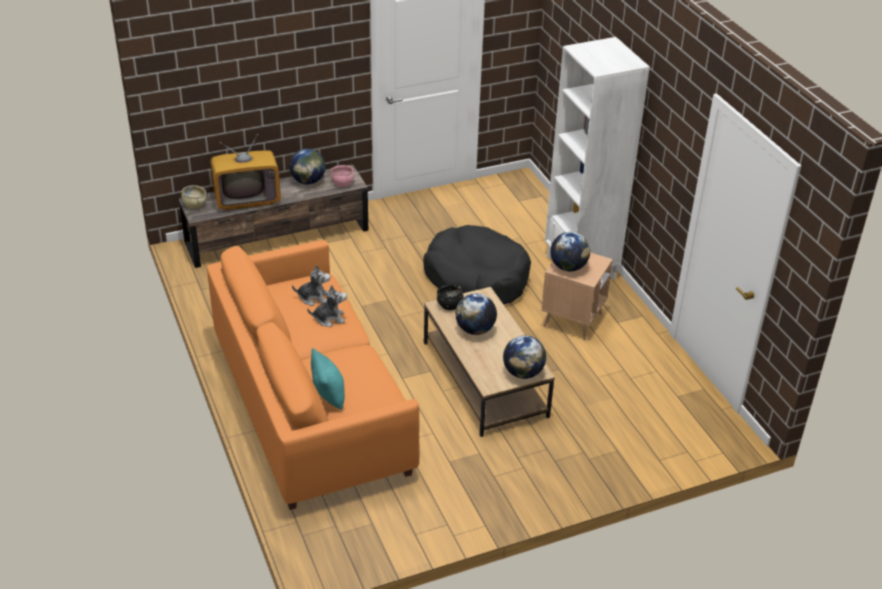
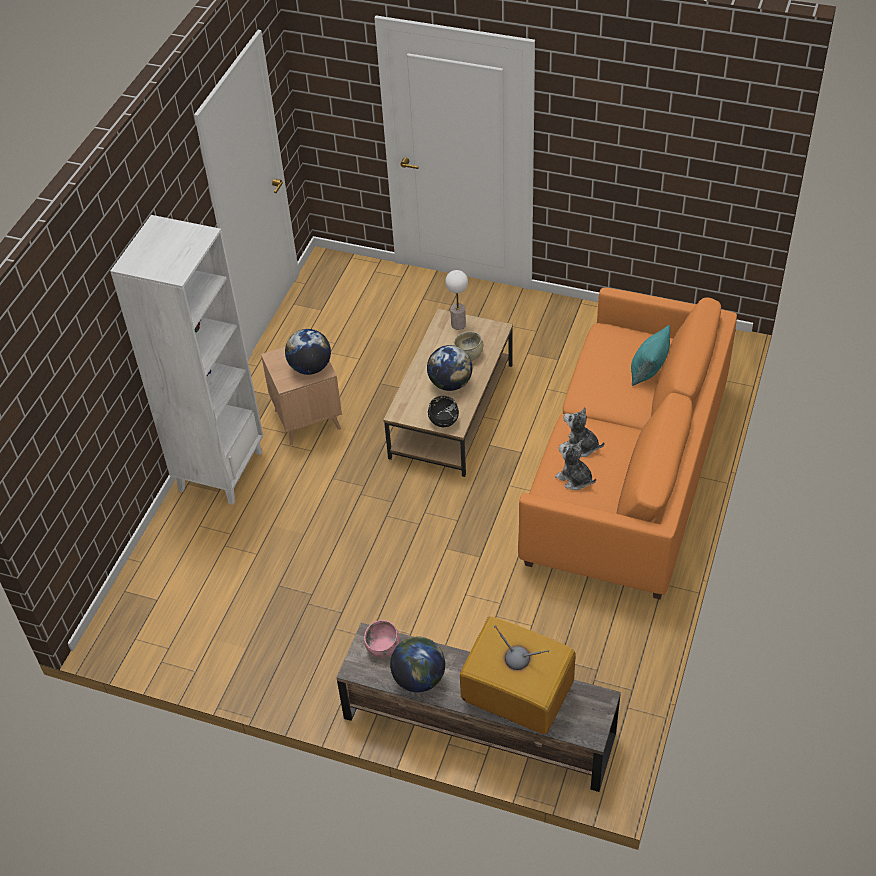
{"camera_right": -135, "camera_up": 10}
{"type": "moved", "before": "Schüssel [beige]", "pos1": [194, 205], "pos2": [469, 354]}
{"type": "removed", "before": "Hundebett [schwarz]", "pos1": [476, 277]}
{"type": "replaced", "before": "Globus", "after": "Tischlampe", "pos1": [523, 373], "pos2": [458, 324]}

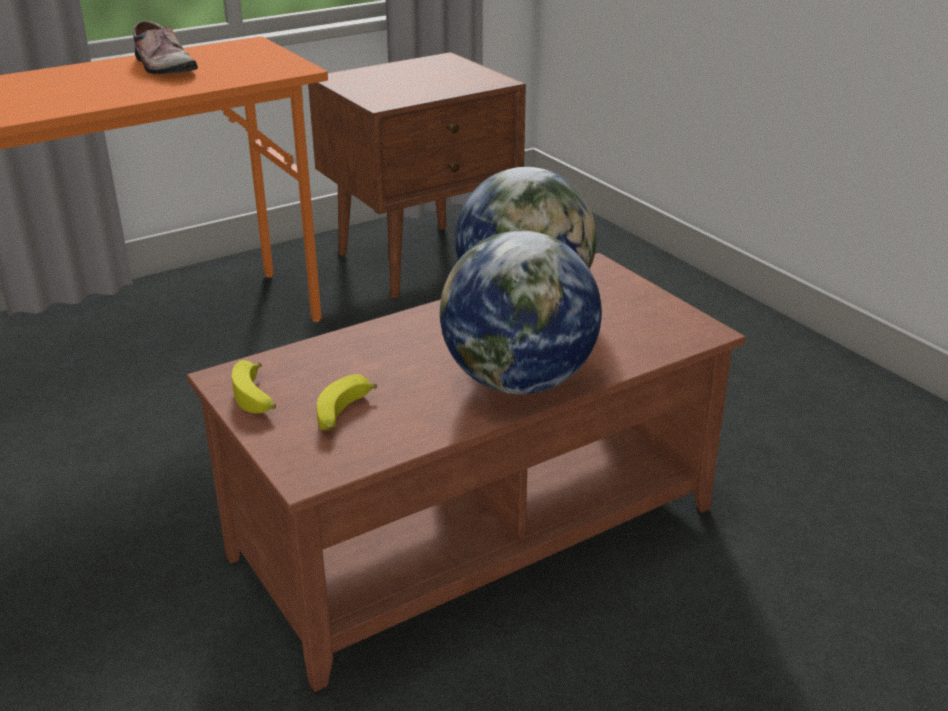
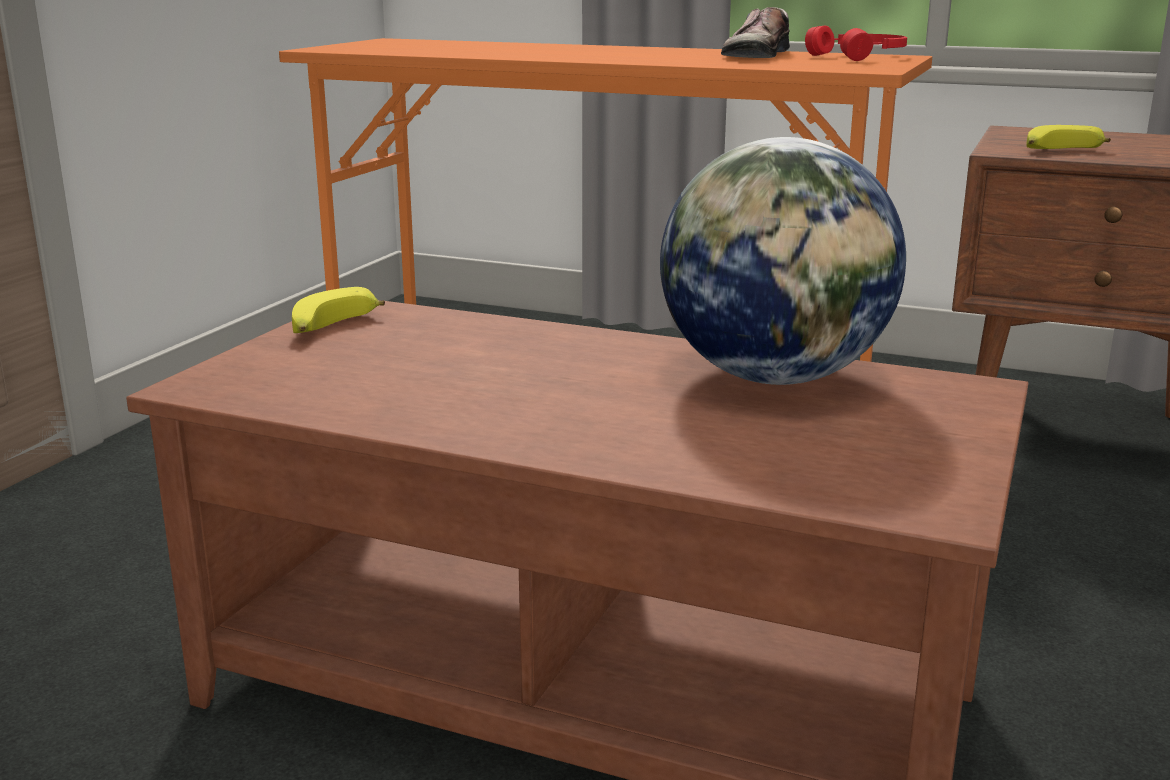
{"camera_right": 55, "camera_up": -10}
{"type": "removed", "before": "Globus", "pos1": [518, 382]}
{"type": "moved", "before": "Banane", "pos1": [343, 414], "pos2": [1061, 151]}
{"type": "added", "after": "Kopfhörer [rot]", "pos2": [861, 57]}

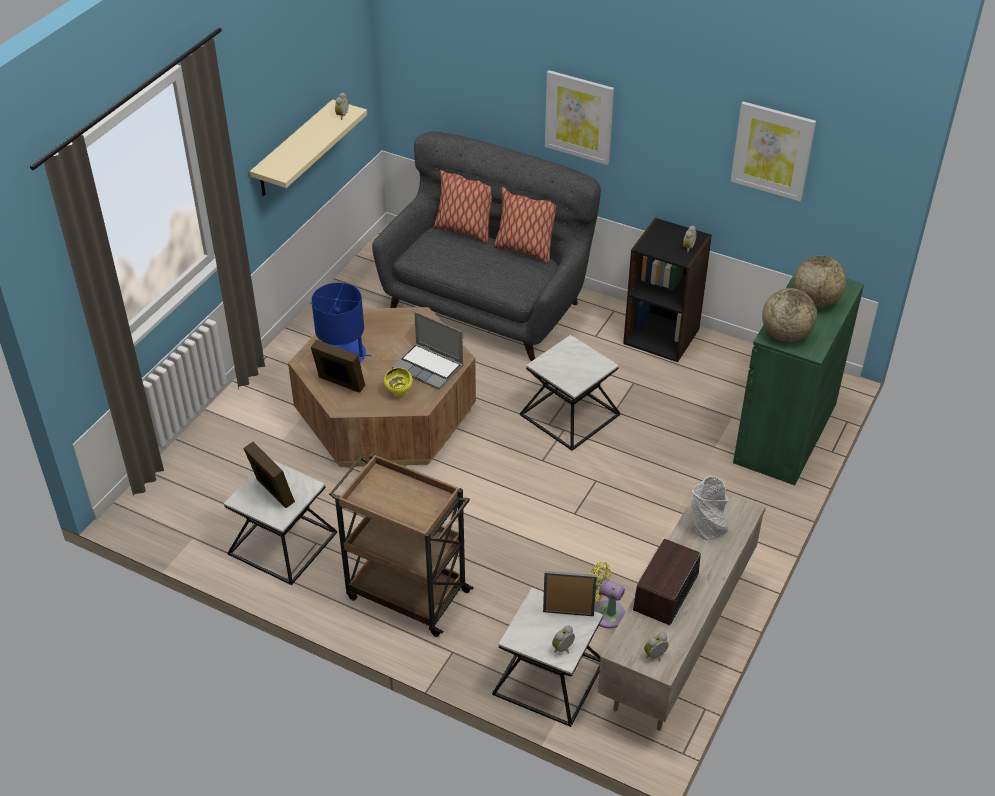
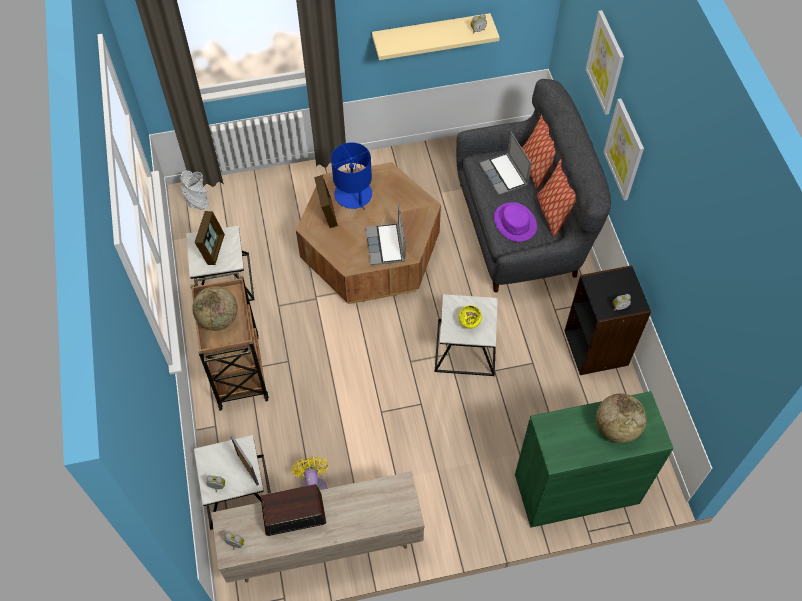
{"camera_right": 50, "camera_up": 15}
{"type": "moved", "before": "Bild", "pos1": [772, 150], "pos2": [605, 63]}
{"type": "moved", "before": "Globus", "pos1": [785, 335], "pos2": [218, 319]}
{"type": "moved", "before": "Schüssel [gelb]", "pos1": [399, 393], "pos2": [469, 324]}
{"type": "moved", "before": "Vase [grau]", "pos1": [706, 527], "pos2": [197, 201]}
{"type": "added", "after": "Laptop", "pos2": [504, 175]}
{"type": "added", "after": "Hut [lila]", "pos2": [515, 222]}

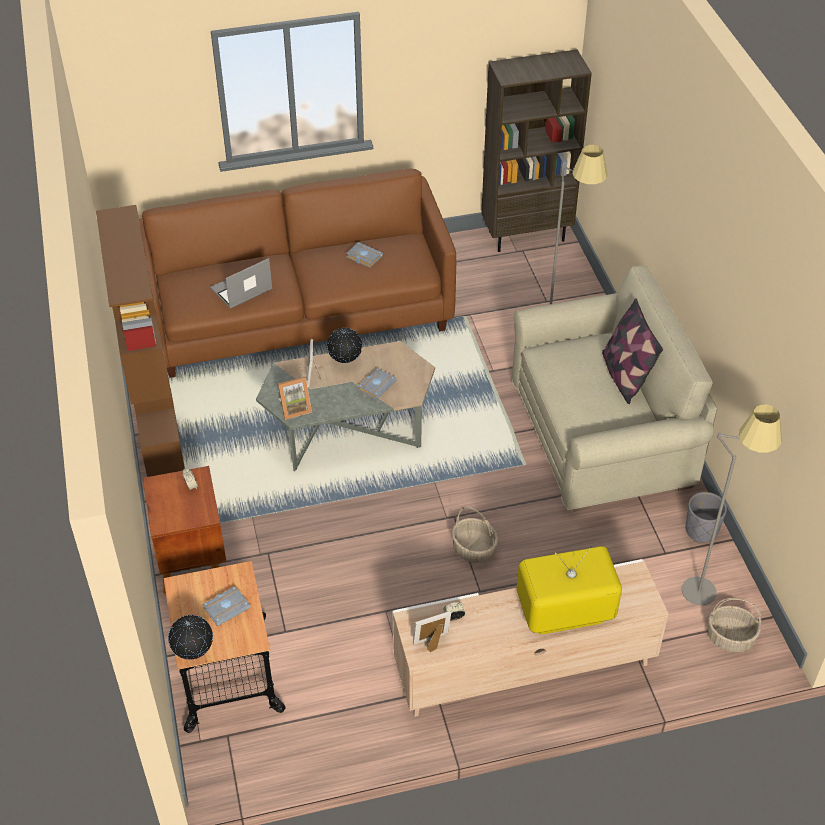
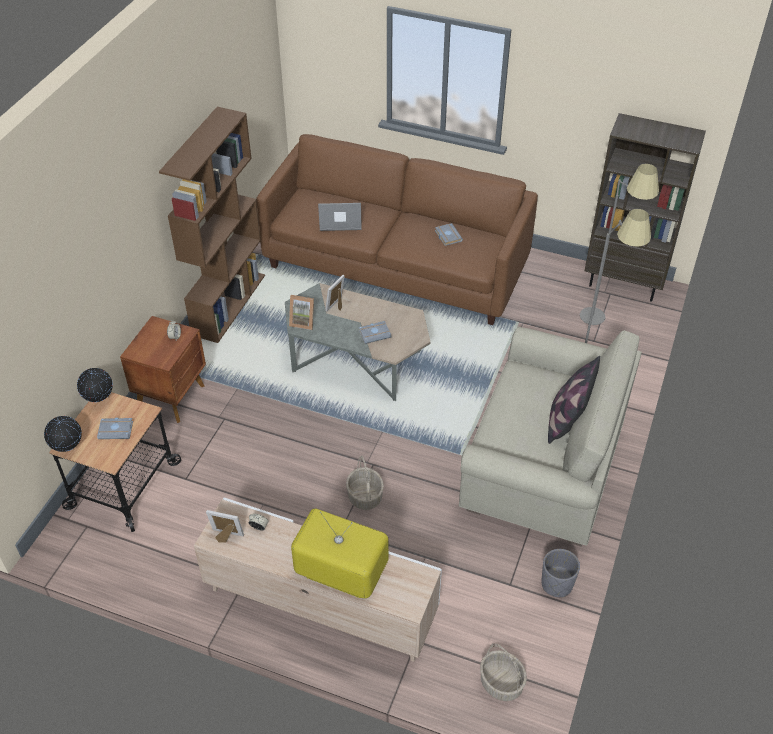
{"camera_right": 35, "camera_up": 0}
{"type": "moved", "before": "Globus", "pos1": [345, 361], "pos2": [99, 399]}
{"type": "moved", "before": "Stehlampe [grau]", "pos1": [709, 582], "pos2": [604, 315]}

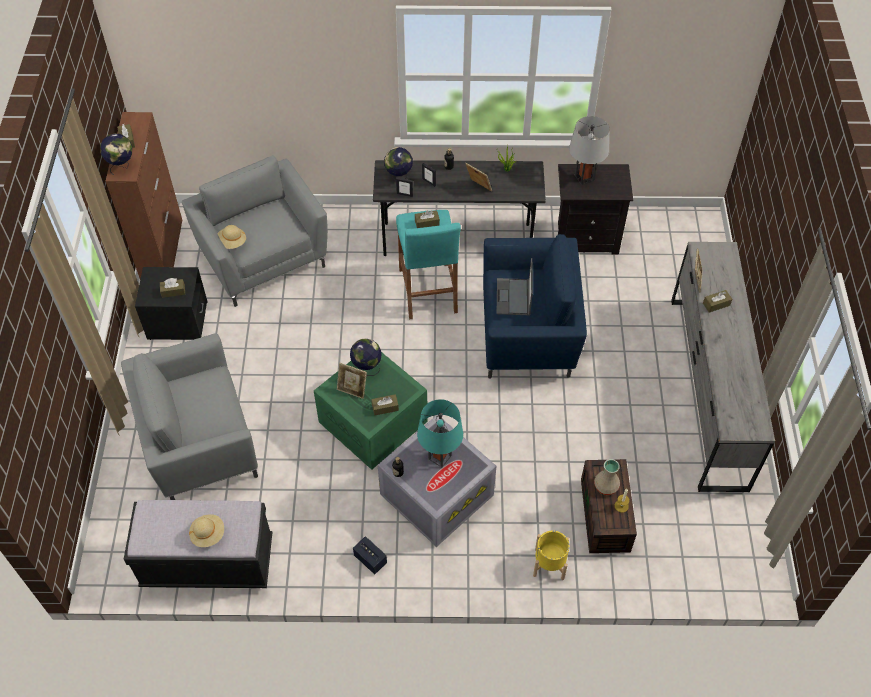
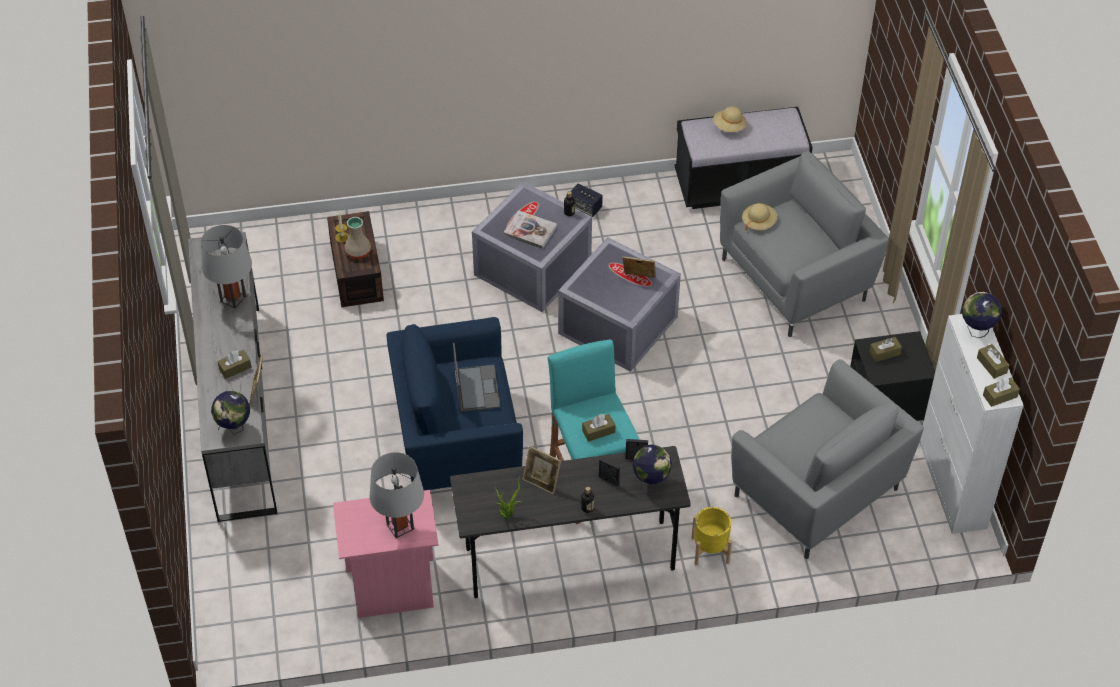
{"camera_right": 170, "camera_up": -5}
{"type": "recoloured", "before": "Schrank [braun]", "after": "Schrank [weiß]", "pos1": [163, 252], "pos2": [952, 485]}
{"type": "recoloured", "before": "Nachttisch [schwarz]", "after": "Nachttisch [rosa]", "pos1": [586, 237], "pos2": [392, 589]}
{"type": "moved", "before": "Hut [beige]", "pos1": [232, 242], "pos2": [759, 222]}
{"type": "moved", "before": "Globus", "pos1": [366, 367], "pos2": [234, 428]}
{"type": "recoloured", "before": "Aufbewahrungsbox [grün]", "after": "Aufbewahrungsbox [grau]", "pos1": [375, 421], "pos2": [616, 325]}
{"type": "moved", "before": "Taschentuchbox [braun]", "pos1": [385, 407], "pos2": [1000, 396]}
{"type": "replaced", "before": "Tischlampe [türkis]", "after": "Buch", "pos1": [440, 457], "pos2": [530, 231]}
{"type": "moved", "before": "Pflanzkübel [gelb]", "pos1": [549, 563], "pos2": [710, 550]}
{"type": "added", "after": "Tischlampe [grau]", "pos2": [233, 299]}

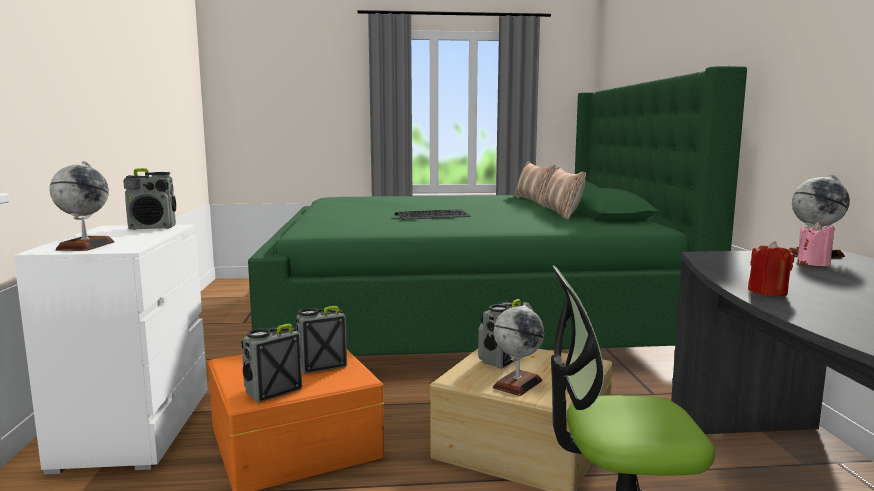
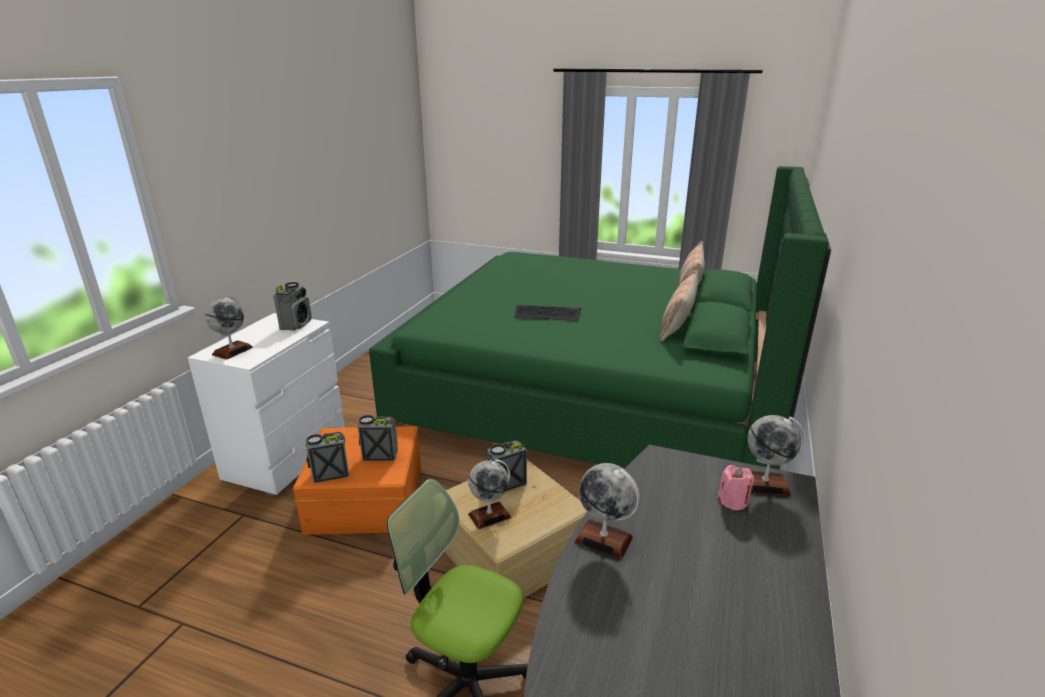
{"camera_right": 25, "camera_up": 15}
{"type": "turned", "before": "Radio", "pos1": [152, 228], "pos2": [296, 325], "turn": -90}
{"type": "replaced", "before": "Kerze [rot]", "after": "Globus", "pos1": [767, 292], "pos2": [603, 539]}

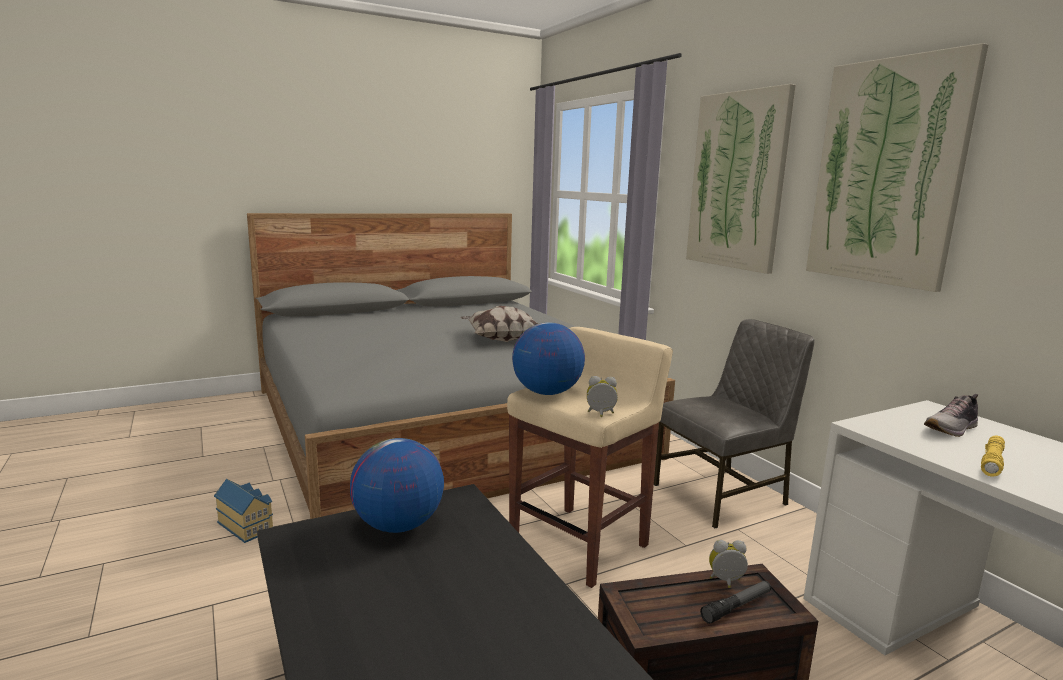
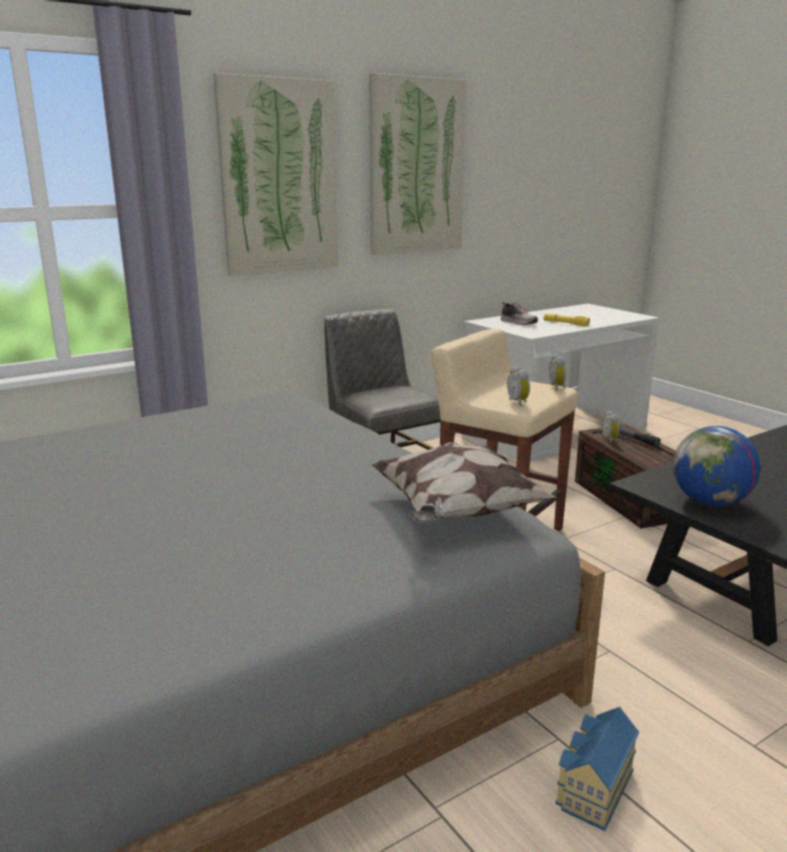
{"camera_right": -95, "camera_up": 5}
{"type": "moved", "before": "Kissen", "pos1": [501, 340], "pos2": [456, 512]}
{"type": "replaced", "before": "Globus", "after": "Wecker", "pos1": [546, 393], "pos2": [519, 402]}

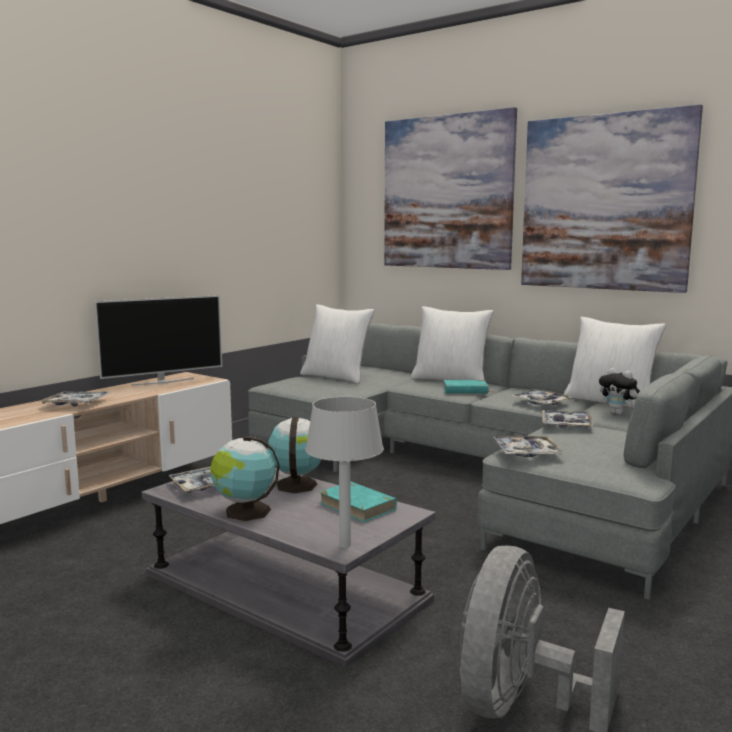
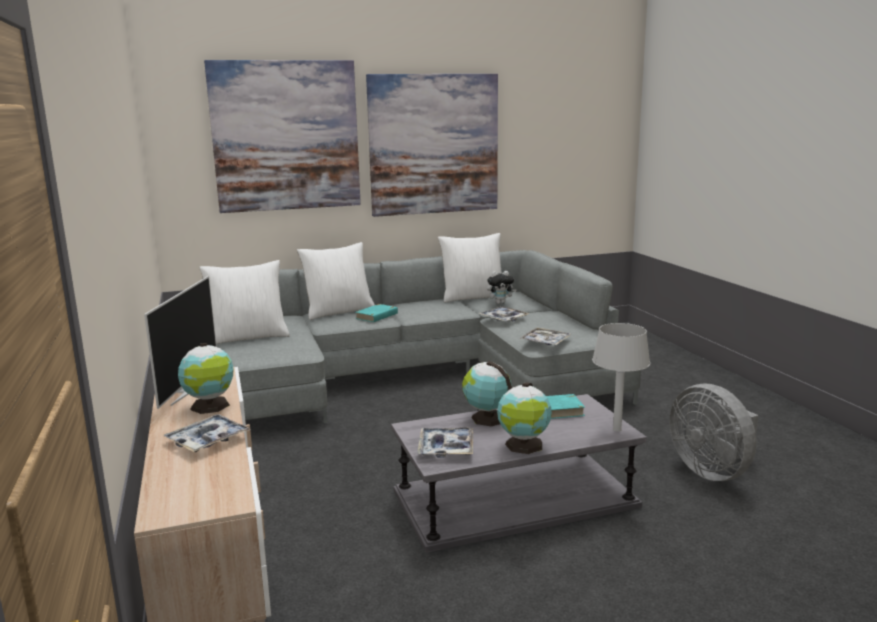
{"camera_right": -55, "camera_up": 5}
{"type": "removed", "before": "Tablett", "pos1": [541, 402]}
{"type": "added", "after": "Globus", "pos2": [210, 406]}

